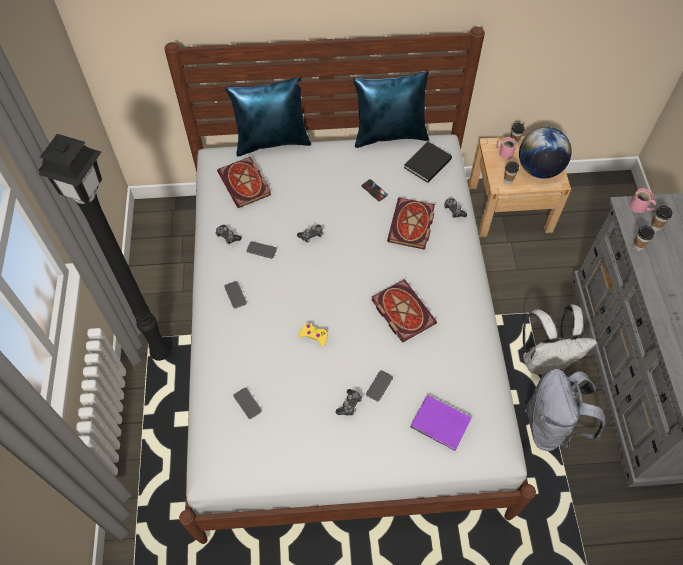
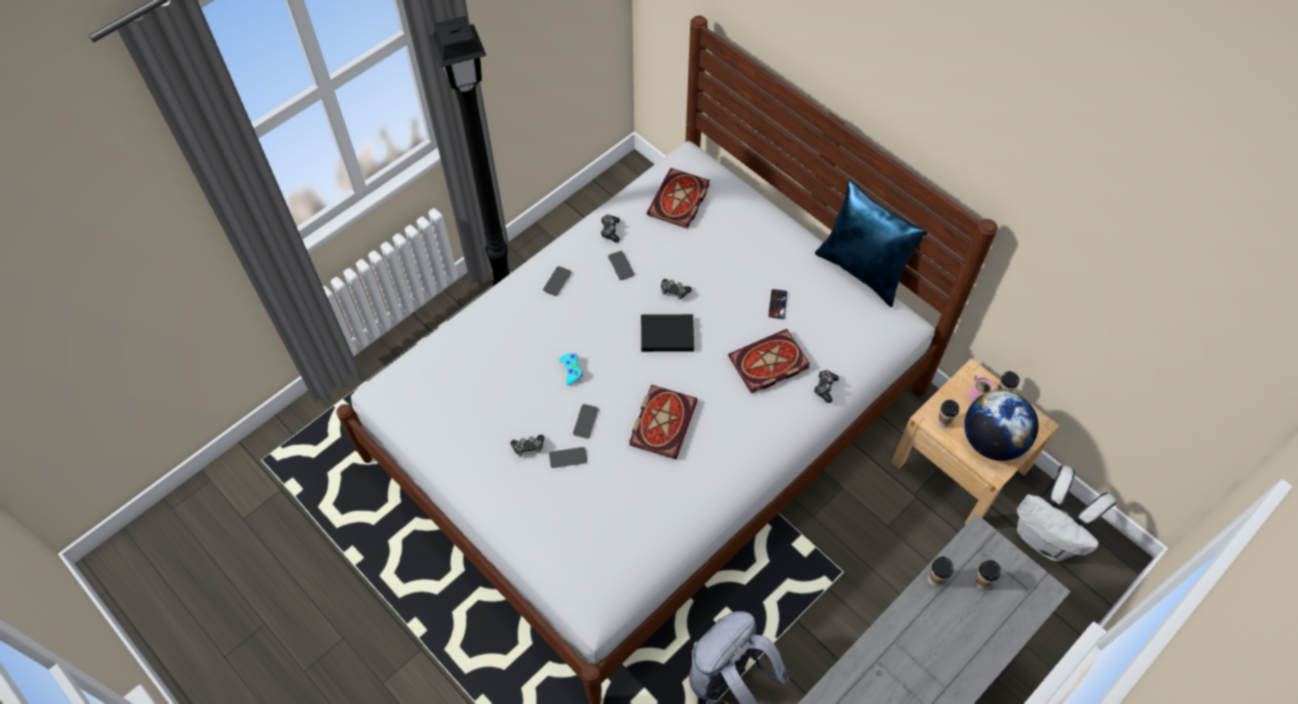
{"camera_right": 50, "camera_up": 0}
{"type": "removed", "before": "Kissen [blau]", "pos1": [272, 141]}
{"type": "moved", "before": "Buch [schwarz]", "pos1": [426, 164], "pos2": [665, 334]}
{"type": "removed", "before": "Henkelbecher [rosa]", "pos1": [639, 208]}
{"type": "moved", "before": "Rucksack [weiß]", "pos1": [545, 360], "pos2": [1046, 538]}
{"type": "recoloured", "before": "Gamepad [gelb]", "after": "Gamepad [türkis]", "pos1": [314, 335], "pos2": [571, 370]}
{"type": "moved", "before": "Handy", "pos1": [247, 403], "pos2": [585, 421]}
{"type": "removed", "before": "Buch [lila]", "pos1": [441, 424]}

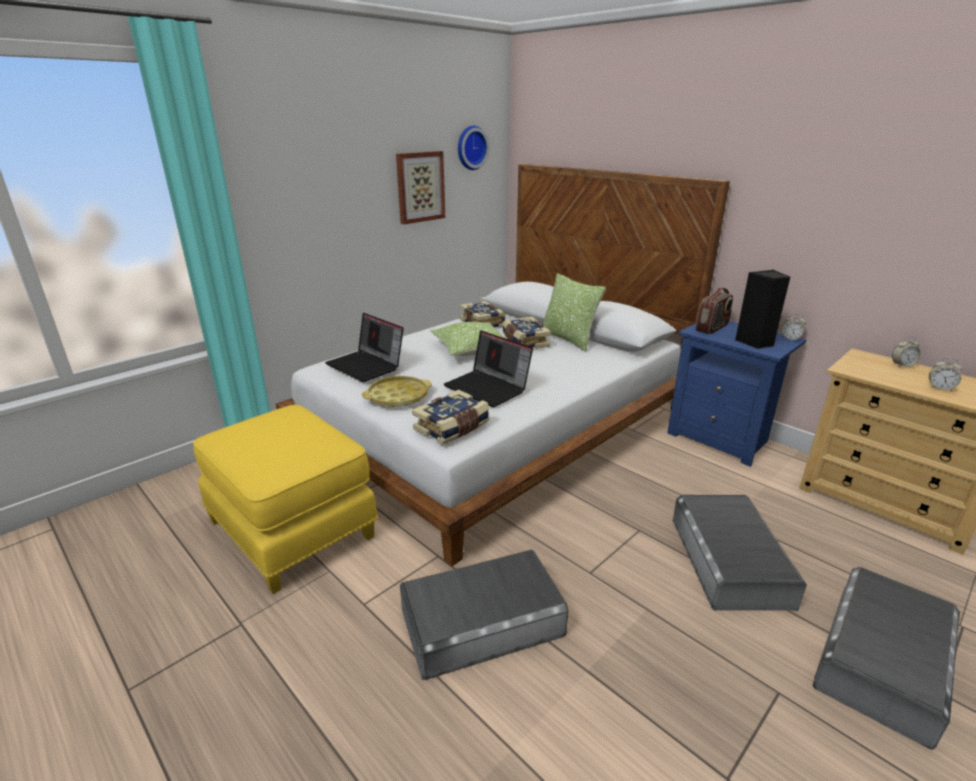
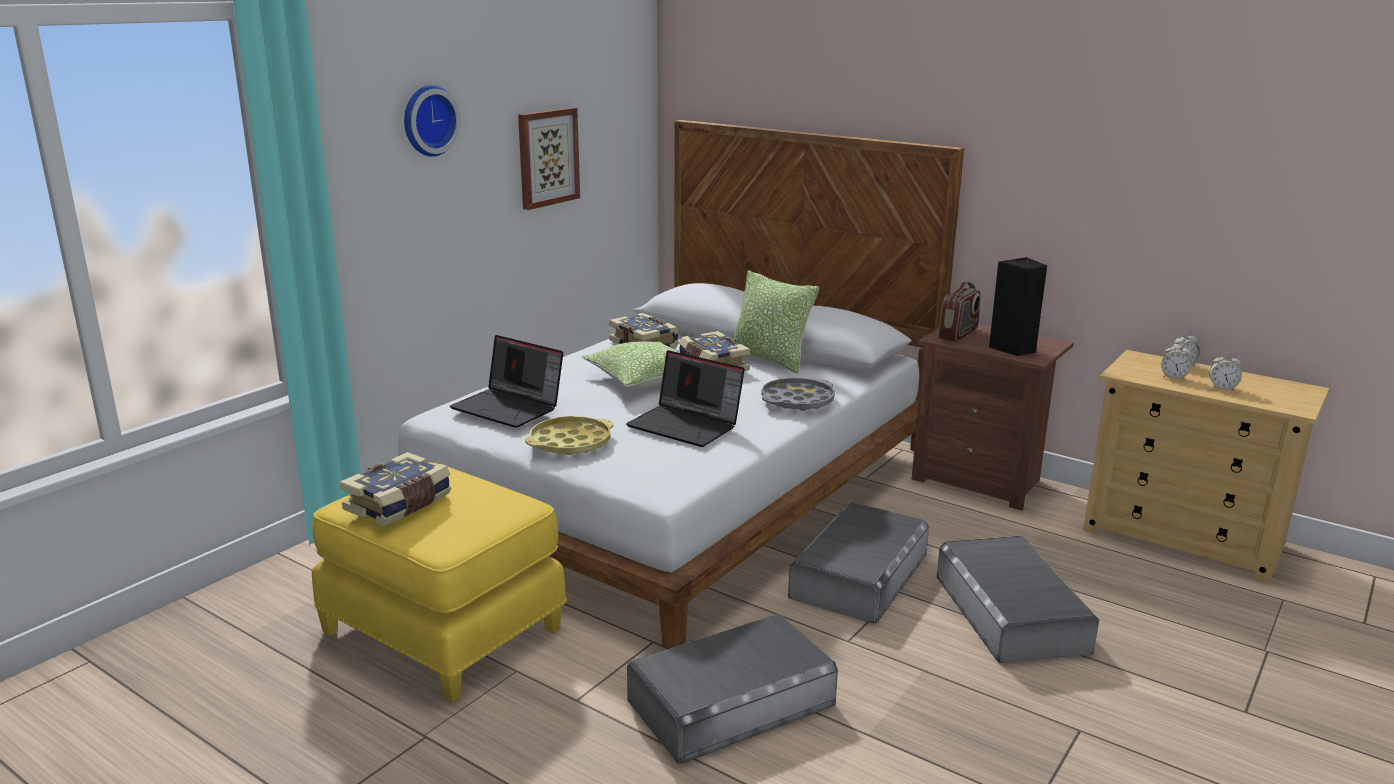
{"camera_right": -10, "camera_up": -5}
{"type": "moved", "before": "Wanduhr", "pos1": [470, 148], "pos2": [427, 120]}
{"type": "moved", "before": "Wecker", "pos1": [790, 339], "pos2": [1173, 377]}
{"type": "recoloured", "before": "Nachttisch [blau]", "after": "Nachttisch [braun]", "pos1": [721, 438], "pos2": [981, 480]}
{"type": "moved", "before": "Buch", "pos1": [453, 428], "pos2": [399, 504]}
{"type": "moved", "before": "Aufbewahrungsbox [grau]", "pos1": [881, 659], "pos2": [859, 575]}
{"type": "added", "after": "Tablett [grau]", "pos2": [797, 401]}

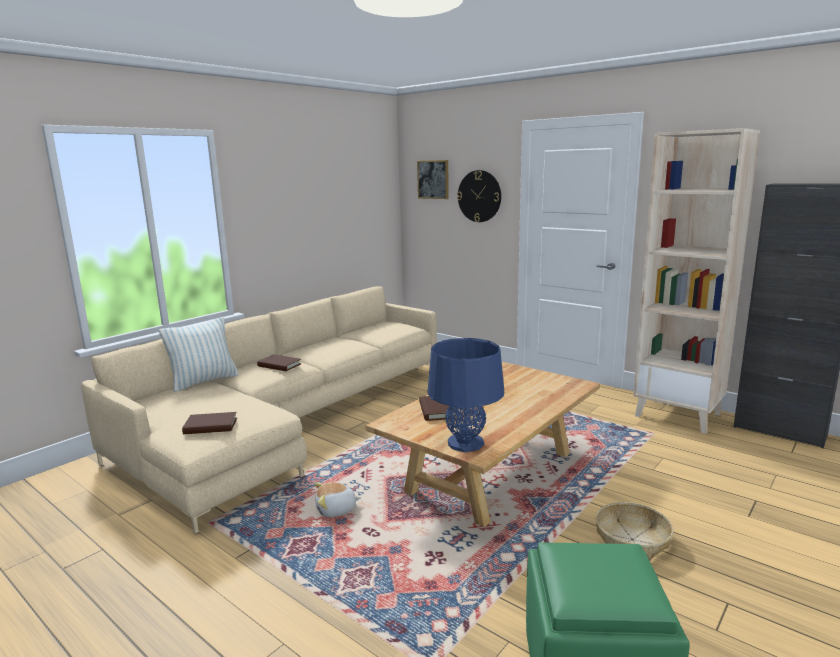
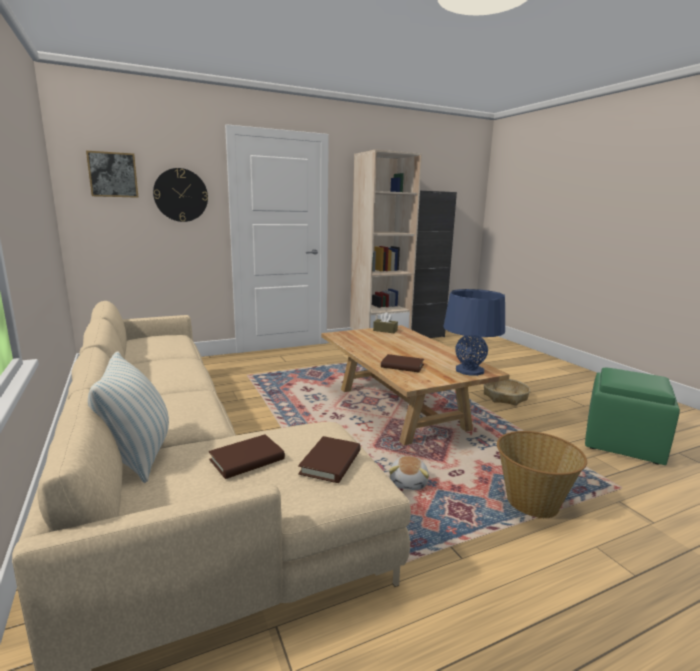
{"camera_right": -65, "camera_up": 0}
{"type": "moved", "before": "Buch [braun]", "pos1": [279, 365], "pos2": [247, 460]}
{"type": "added", "after": "Taschentuchbox [braun]", "pos2": [385, 330]}
{"type": "added", "after": "Korb", "pos2": [532, 502]}

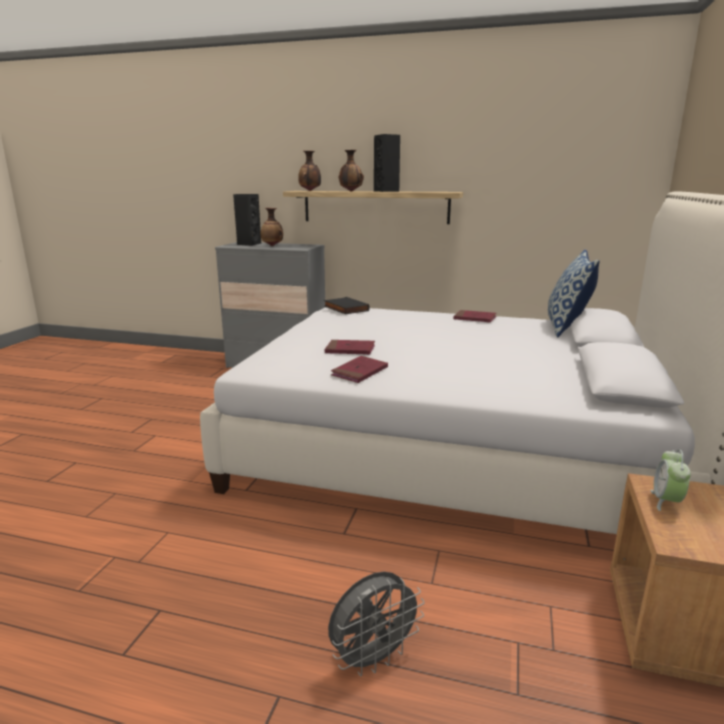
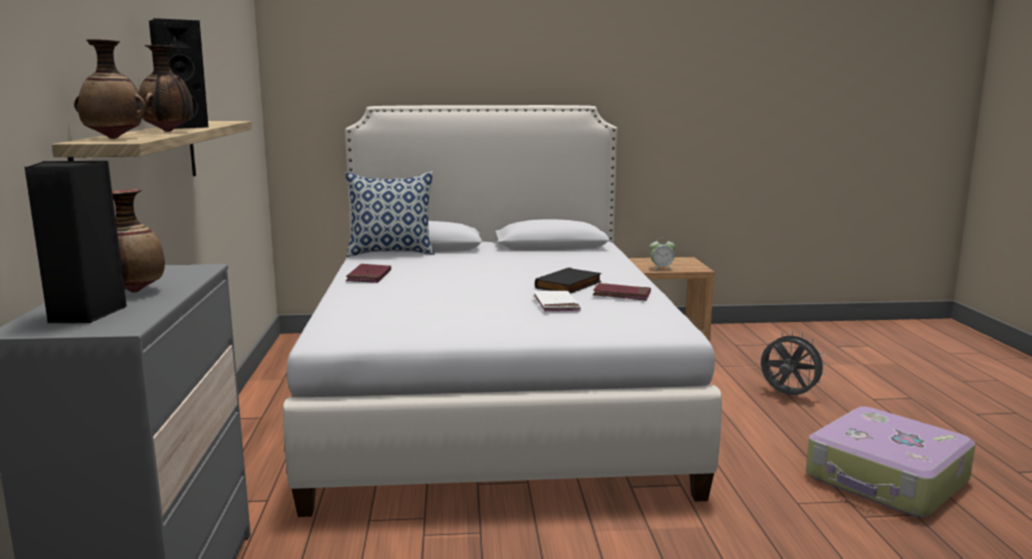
{"camera_right": -110, "camera_up": -5}
{"type": "moved", "before": "Buch [schwarz]", "pos1": [345, 308], "pos2": [569, 285]}
{"type": "recoloured", "before": "Buch [rot]", "after": "Buch [weiß]", "pos1": [350, 350], "pos2": [556, 305]}
{"type": "added", "after": "Koffer", "pos2": [887, 479]}

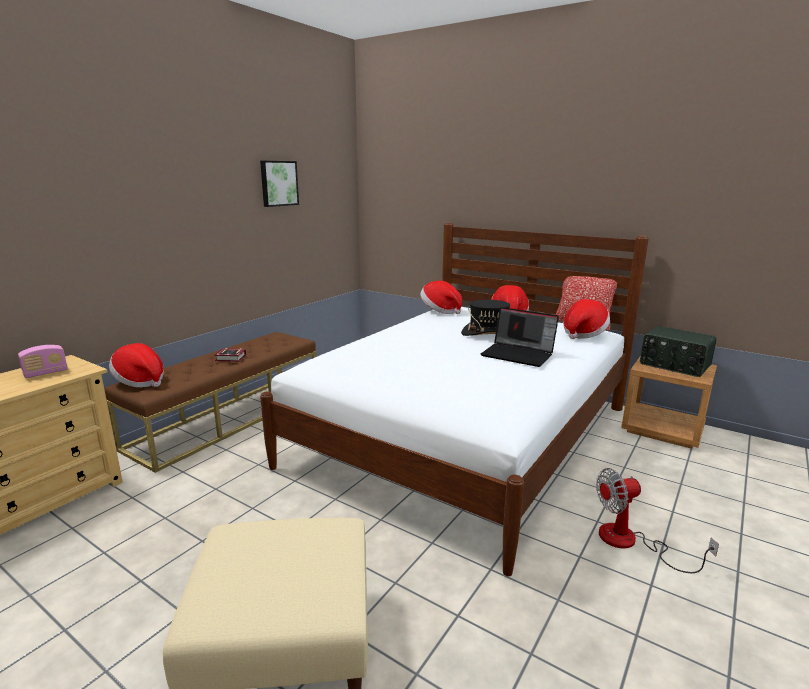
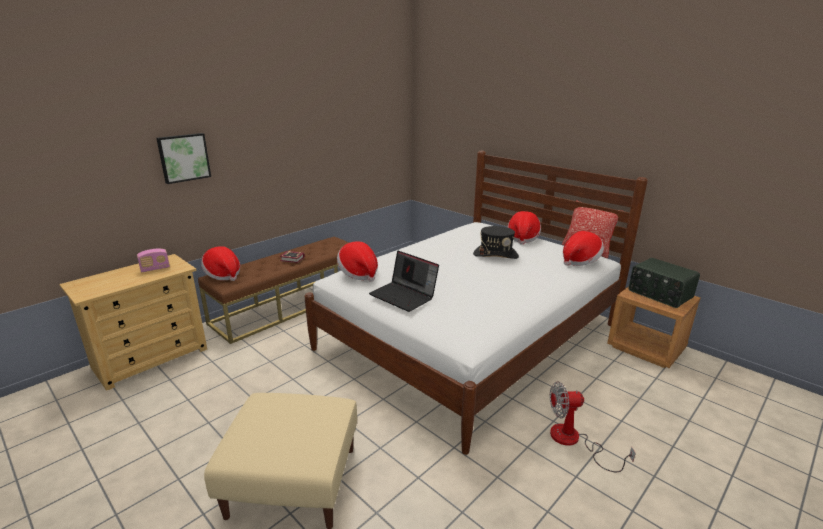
{"camera_right": 10, "camera_up": 5}
{"type": "moved", "before": "Bild", "pos1": [278, 183], "pos2": [183, 157]}
{"type": "moved", "before": "Hut", "pos1": [440, 310], "pos2": [358, 273]}
{"type": "moved", "before": "Laptop", "pos1": [519, 354], "pos2": [404, 296]}

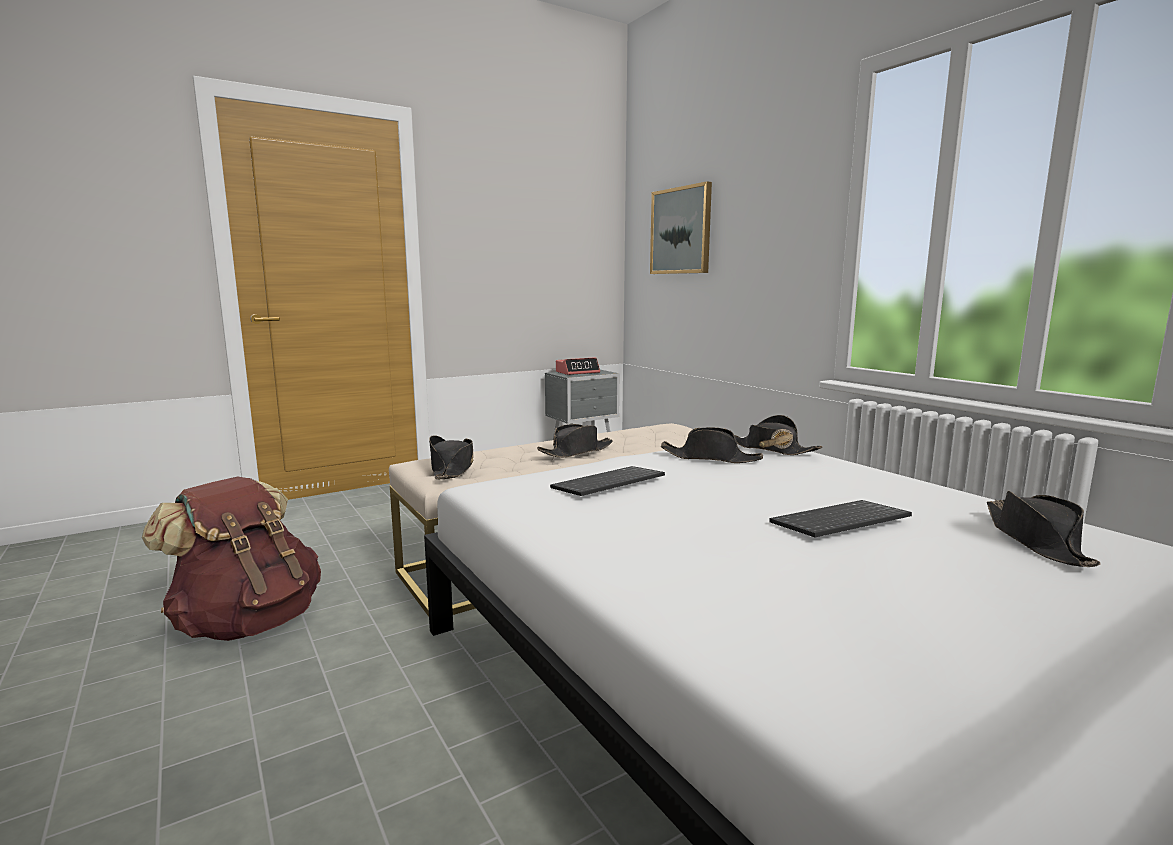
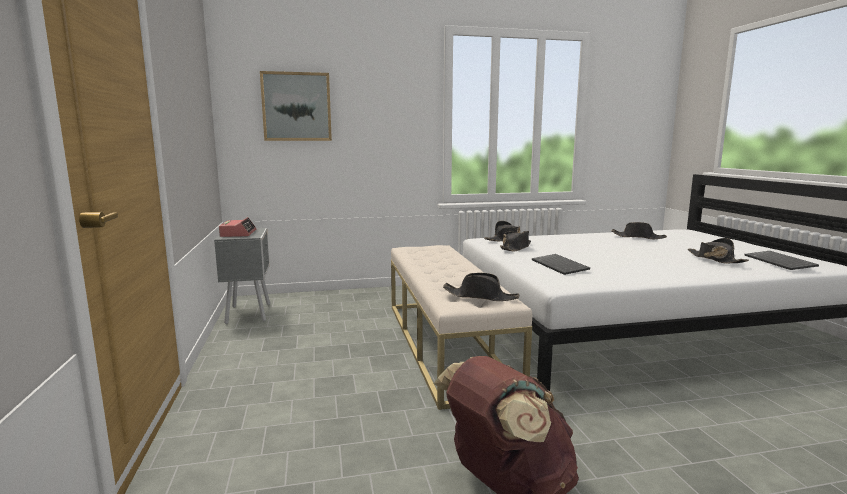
{"camera_right": -70, "camera_up": 0}
{"type": "moved", "before": "Hut [schwarz]", "pos1": [576, 451], "pos2": [715, 259]}
{"type": "moved", "before": "Tastatur", "pos1": [840, 523], "pos2": [781, 262]}

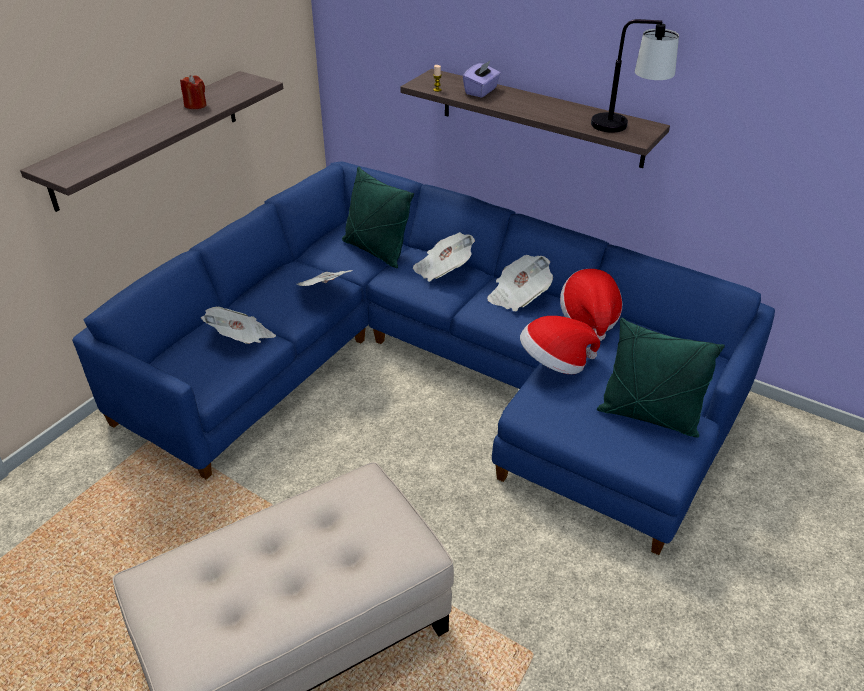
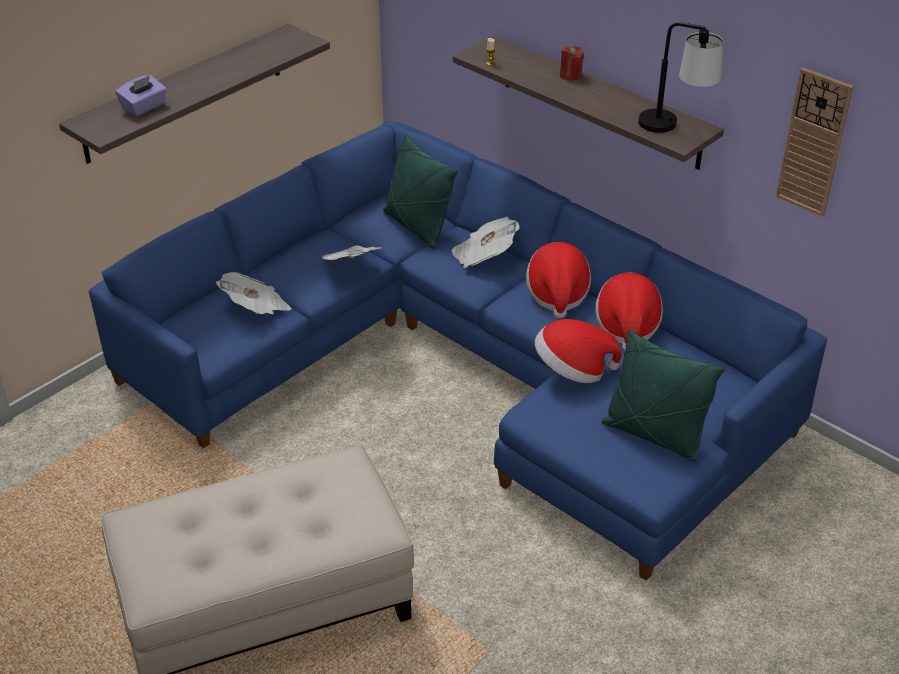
{"camera_right": 10, "camera_up": 0}
{"type": "moved", "before": "Taschentuchbox [lila]", "pos1": [481, 91], "pos2": [144, 107]}
{"type": "moved", "before": "Kerze [rot]", "pos1": [195, 105], "pos2": [570, 75]}
{"type": "replaced", "before": "Zeitung", "after": "Hut", "pos1": [518, 296], "pos2": [557, 294]}
{"type": "added", "after": "Wanduhr", "pos2": [814, 143]}

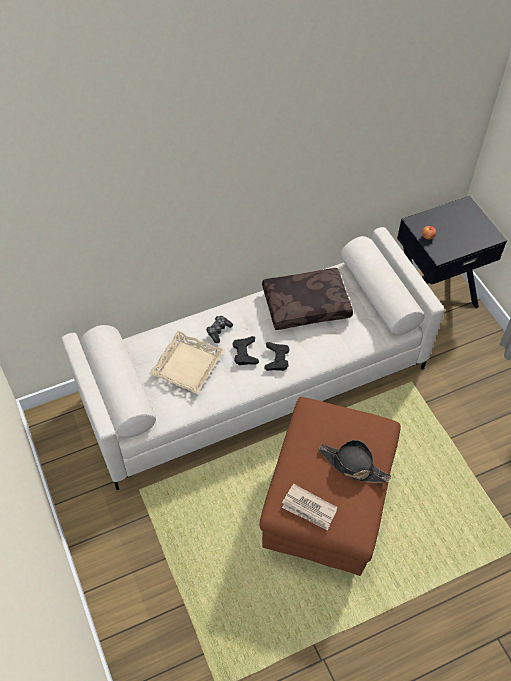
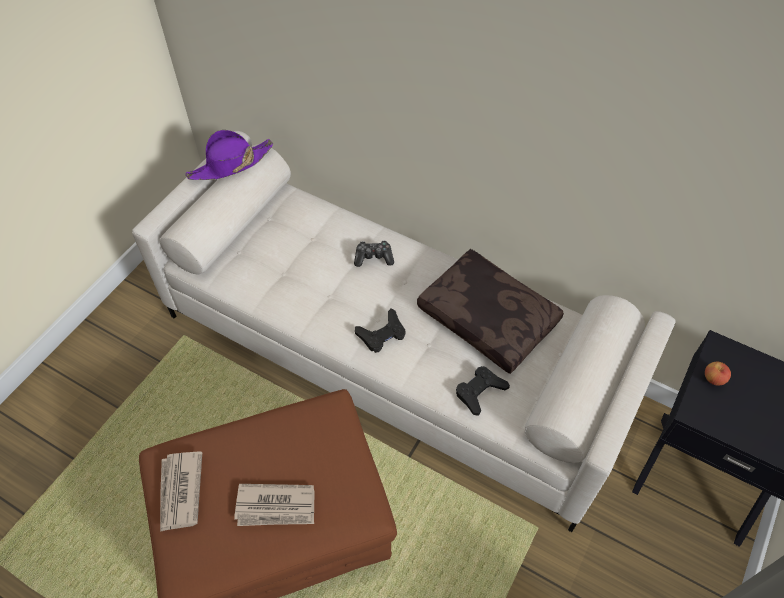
{"camera_right": 55, "camera_up": 0}
{"type": "removed", "before": "Tablett [beige]", "pos1": [187, 365]}
{"type": "moved", "before": "Gamepad [schwarz]", "pos1": [245, 353], "pos2": [480, 392]}
{"type": "replaced", "before": "Hut [schwarz]", "after": "Zeitung", "pos1": [352, 465], "pos2": [276, 507]}
{"type": "added", "after": "Hut [lila]", "pos2": [231, 164]}

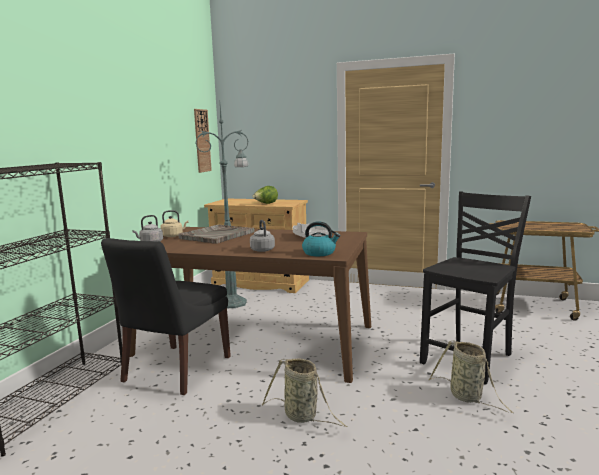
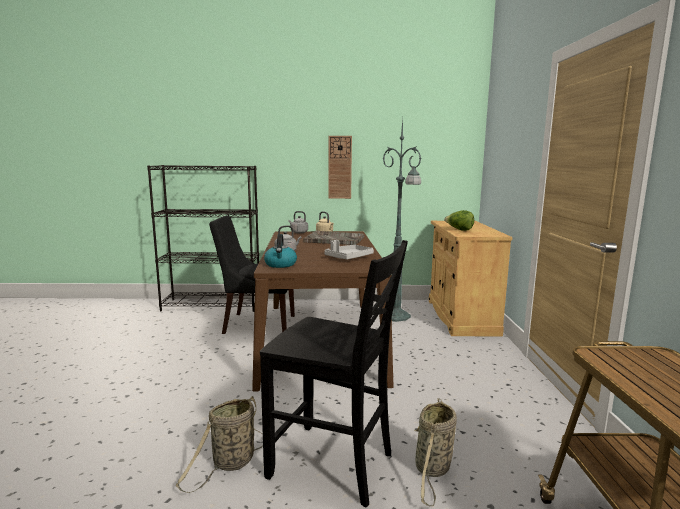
{"camera_right": 70, "camera_up": 0}
{"type": "moved", "before": "Wanduhr", "pos1": [202, 140], "pos2": [340, 167]}
{"type": "moved", "before": "Korb", "pos1": [303, 416], "pos2": [432, 470]}

